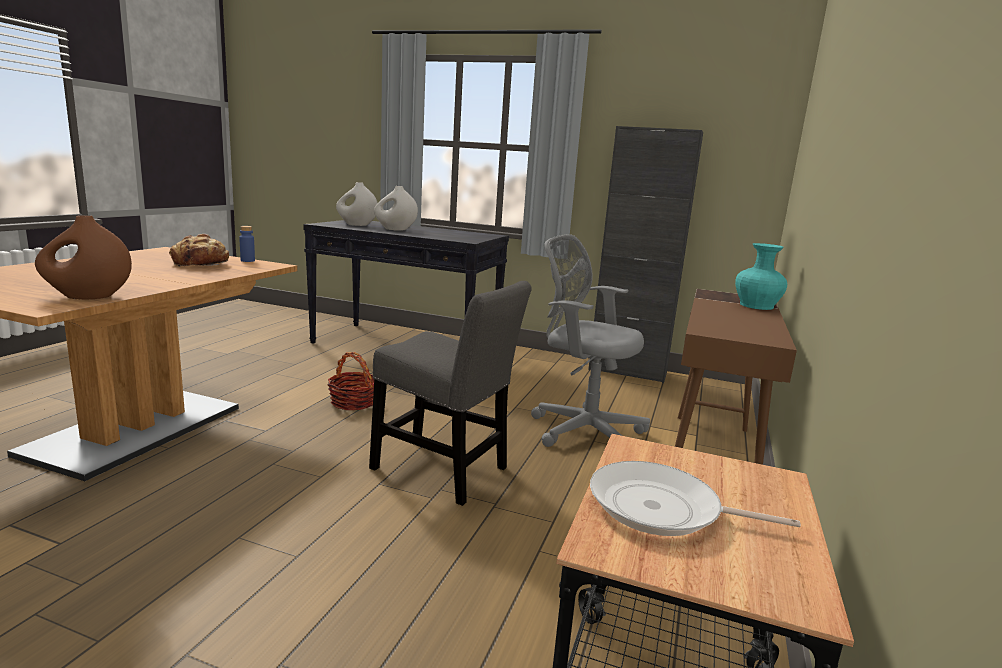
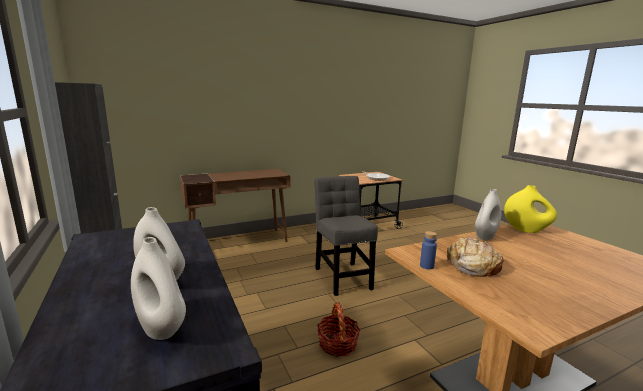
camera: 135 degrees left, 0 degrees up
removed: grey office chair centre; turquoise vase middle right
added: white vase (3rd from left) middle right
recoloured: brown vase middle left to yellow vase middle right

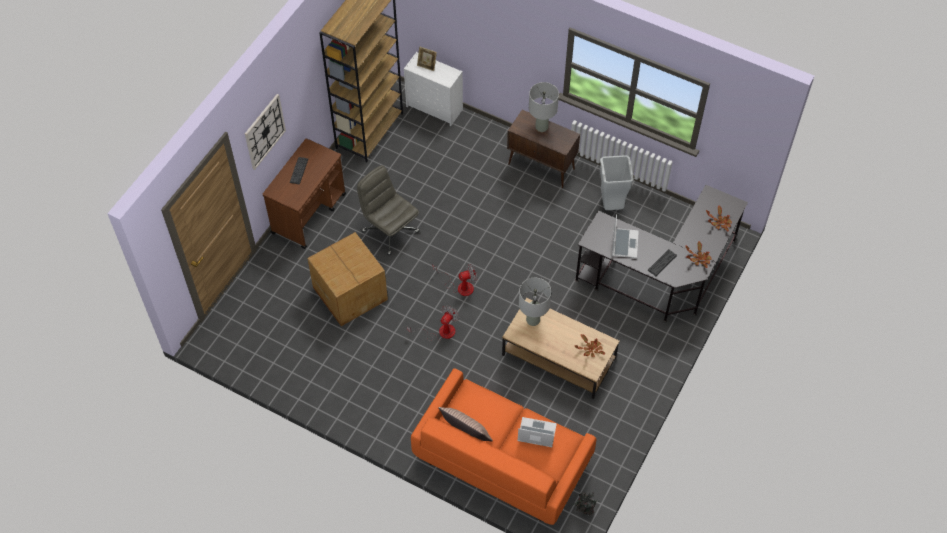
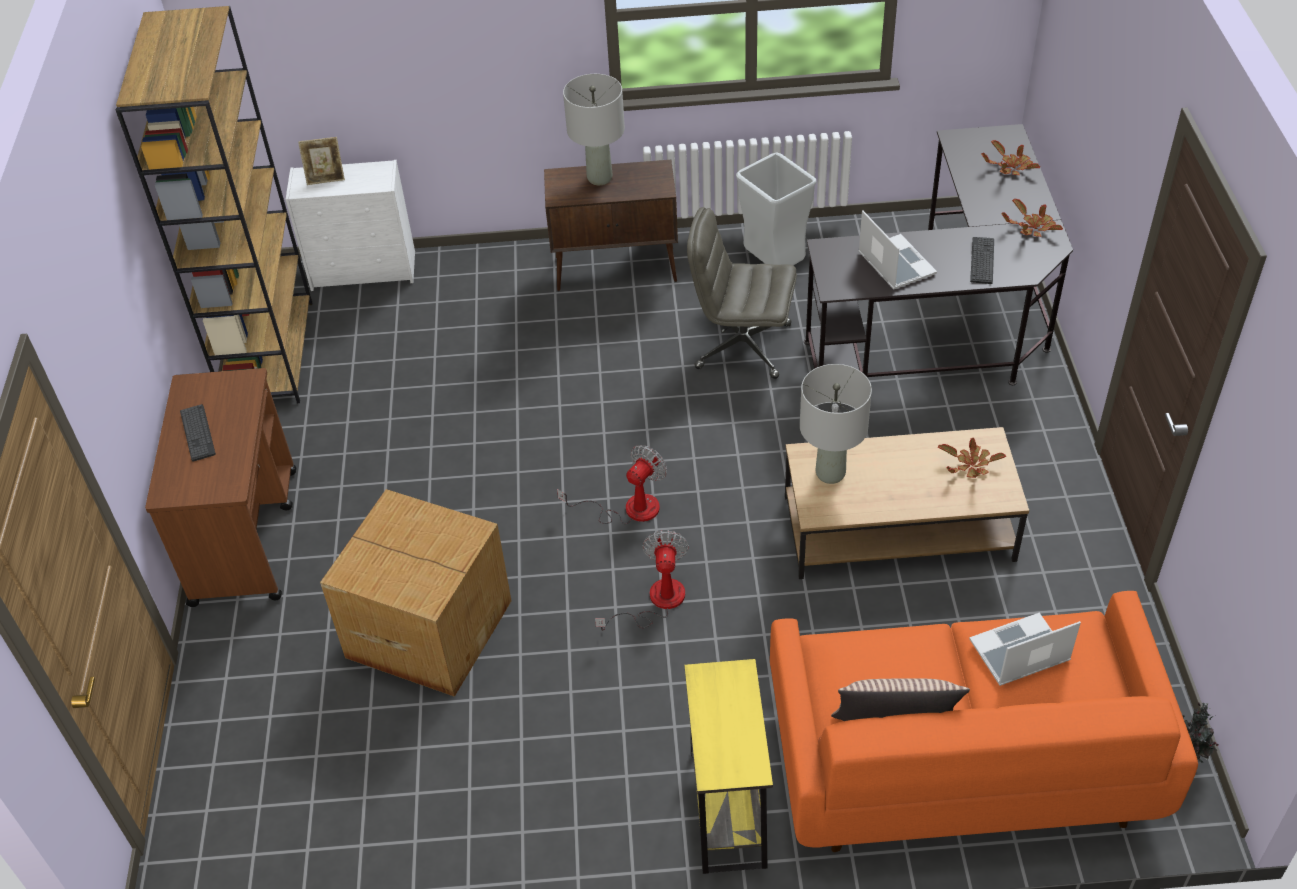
camera: 30 degrees left, 10 degrees down
removed: wall clock top left
added: yellow side table bottom centre
moved: grey office chair centre to top centre

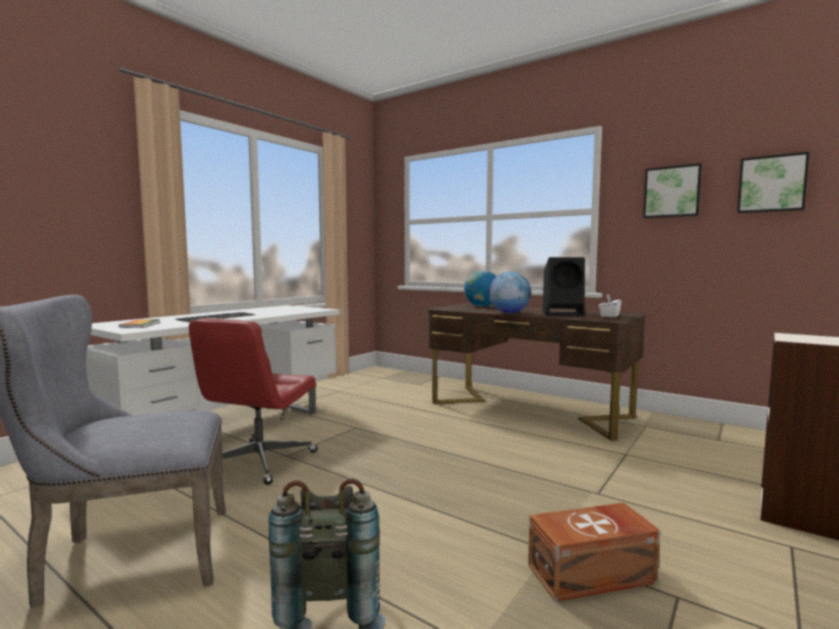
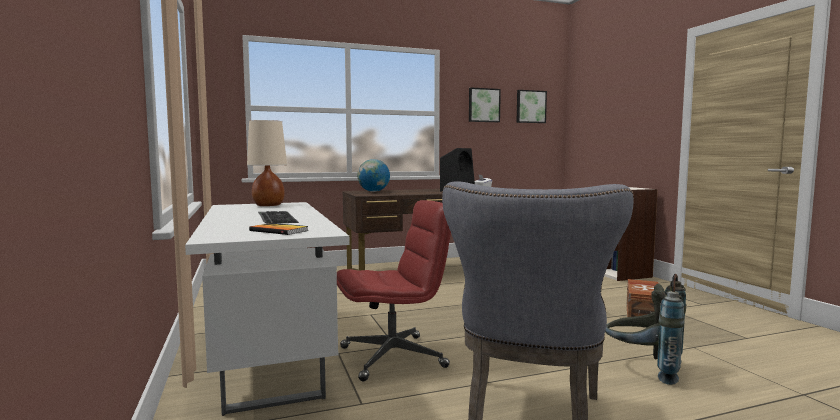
camera: 55 degrees left, 0 degrees up
removed: globe (2nd from left) centre
added: beige table lamp middle left
turned: red office chair middle left = bottom centre 75 degrees counterclockwise

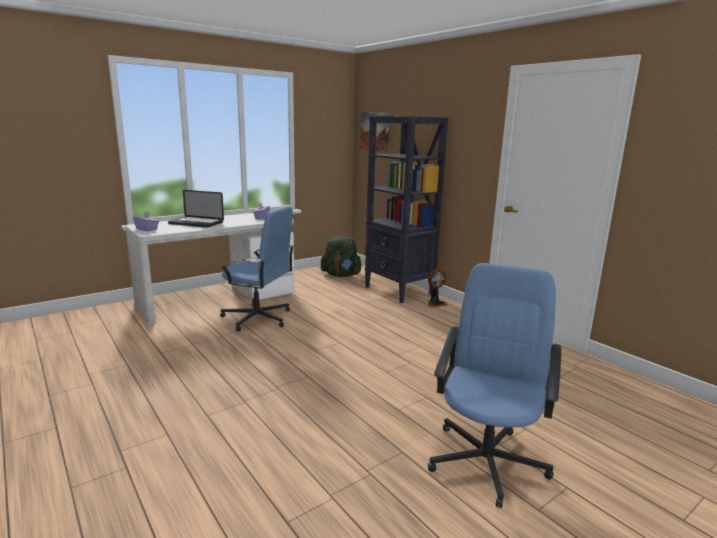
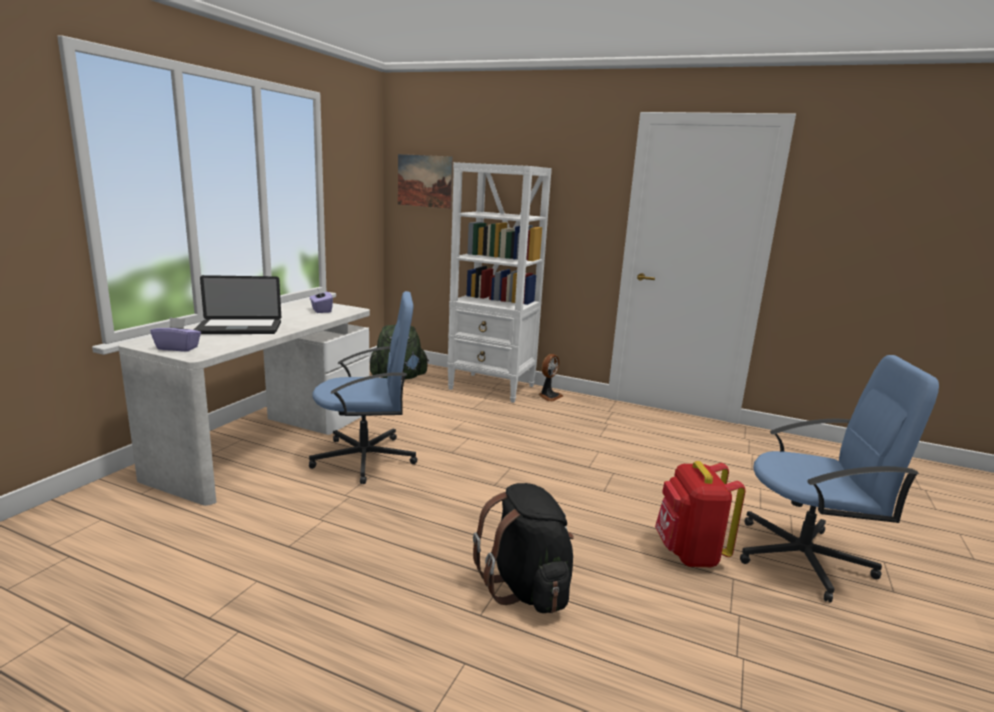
camera: 30 degrees left, 0 degrees up
added: black backpack bottom centre; red backpack bottom right
recoloured: black bookcase centre to white bookcase centre
turned: blue office chair (2nd from left) bottom right = bottom right 105 degrees clockwise

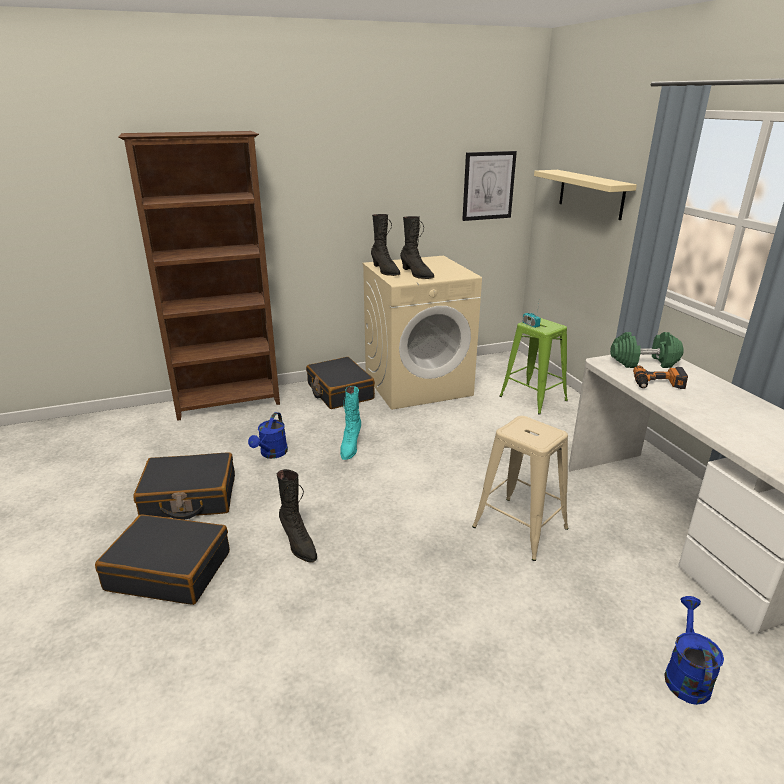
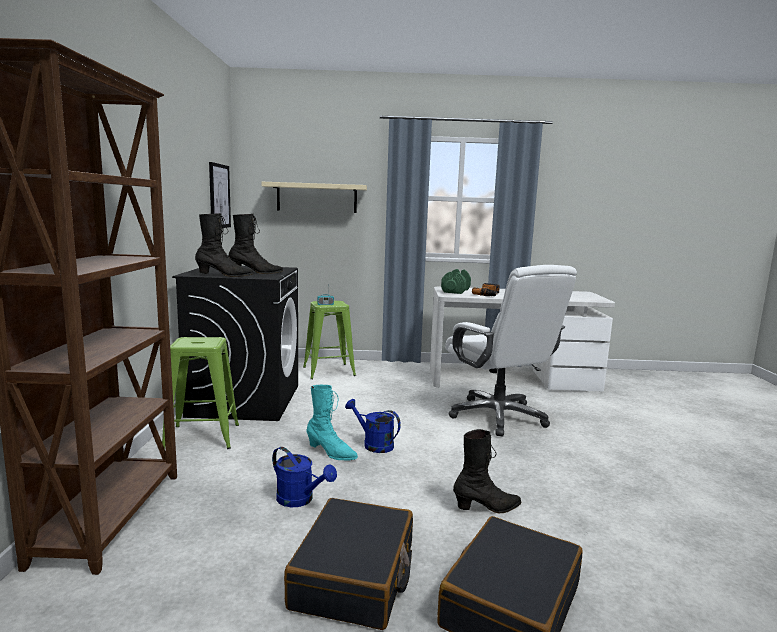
camera: 70 degrees left, 15 degrees down
moved: blue watering can (2nd from left) bottom right to bottom centre
replaced: black suitcase (3rd from left) centre to green stool (1st from left) middle left; beige stool centre to white office chair centre
recoloured: beige washing machine centre to black washing machine middle left

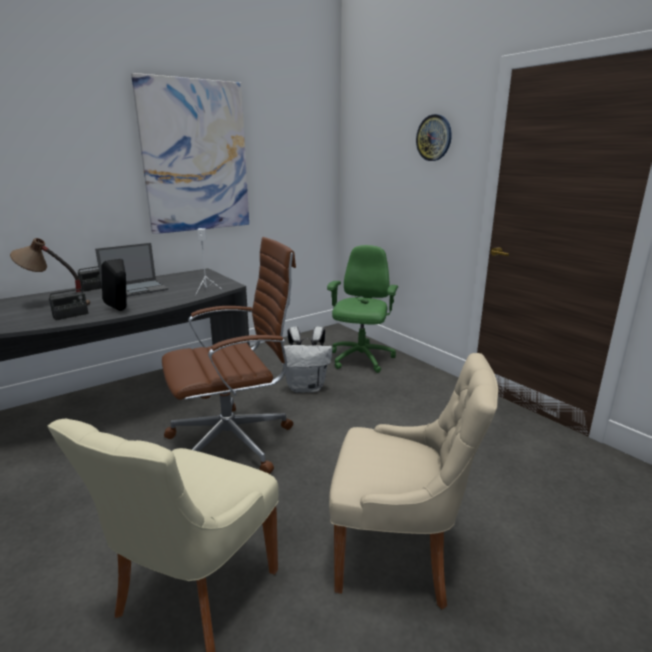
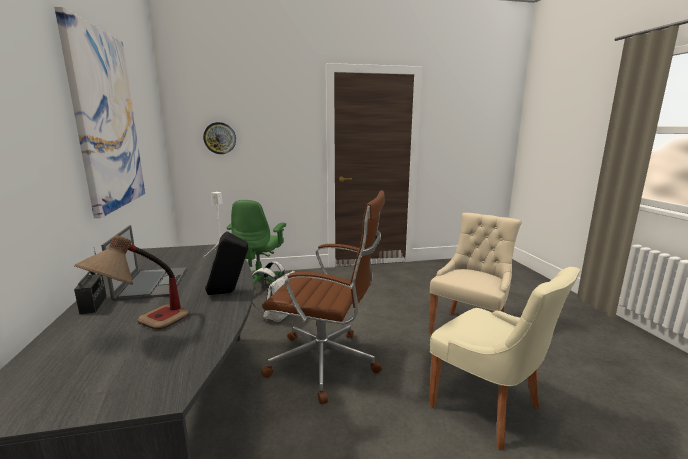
camera: 65 degrees left, 5 degrees down
removed: radio (1st from left) middle left
moved: wall clock top centre to top left
turned: green office chair centre = centre 120 degrees counterclockwise; brown office chair centre = centre 105 degrees clockwise

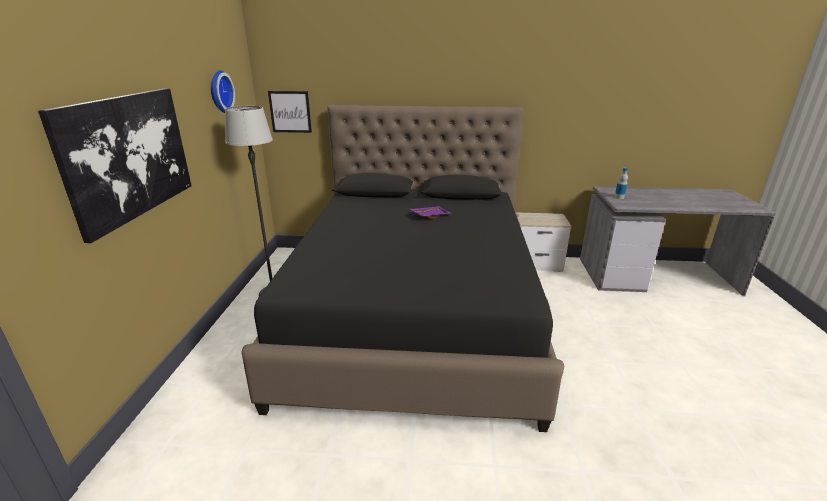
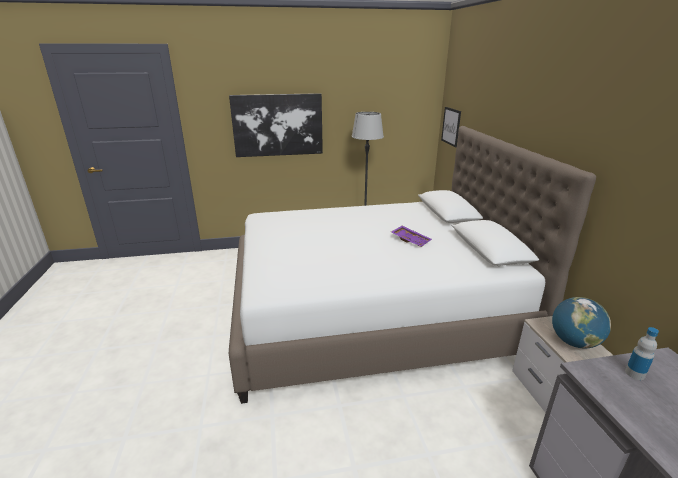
camera: 75 degrees right, 0 degrees up
removed: wall clock top left
added: globe bottom right
recoloured: black bed centre to white bed centre

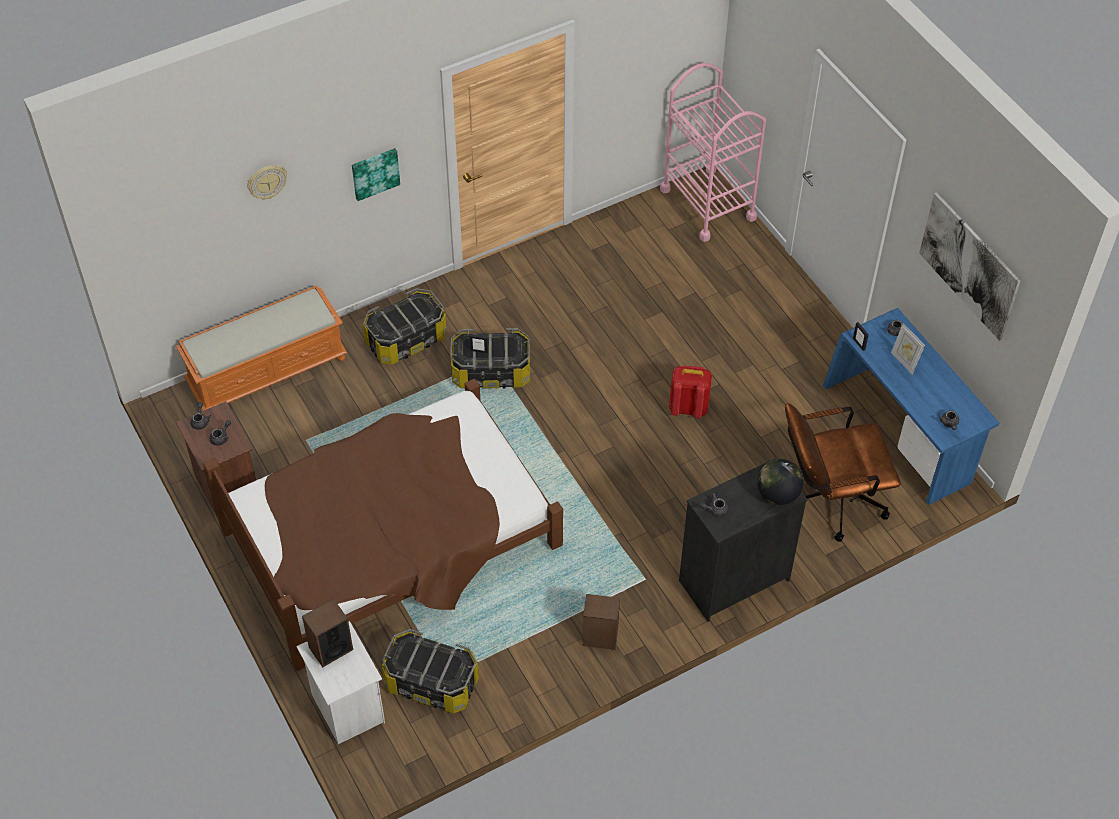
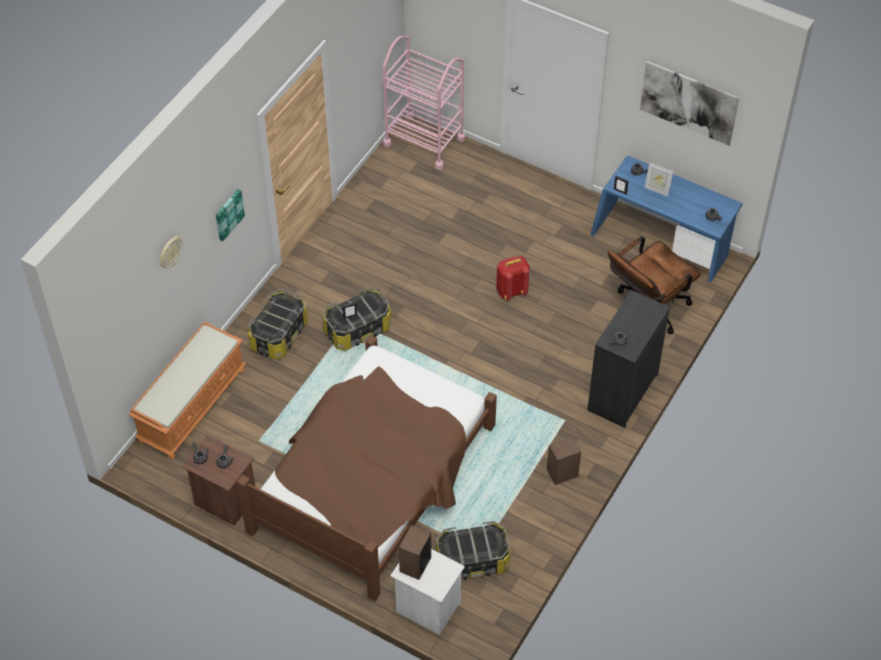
camera: 30 degrees left, 0 degrees up
removed: globe middle right

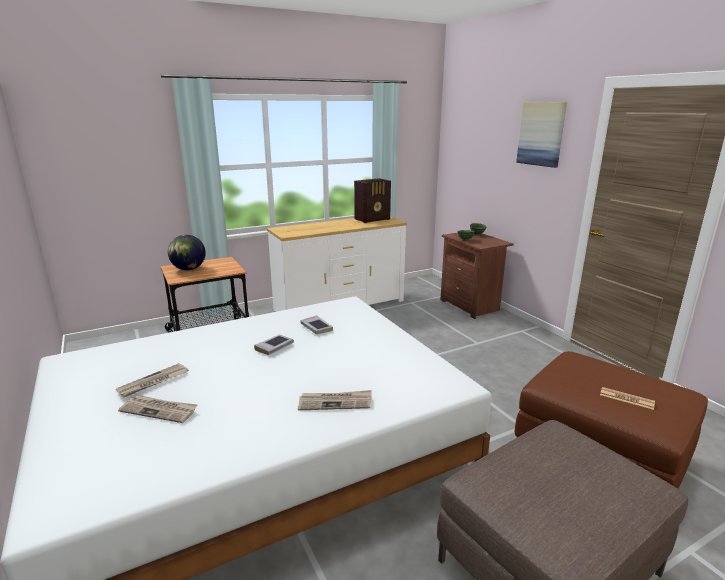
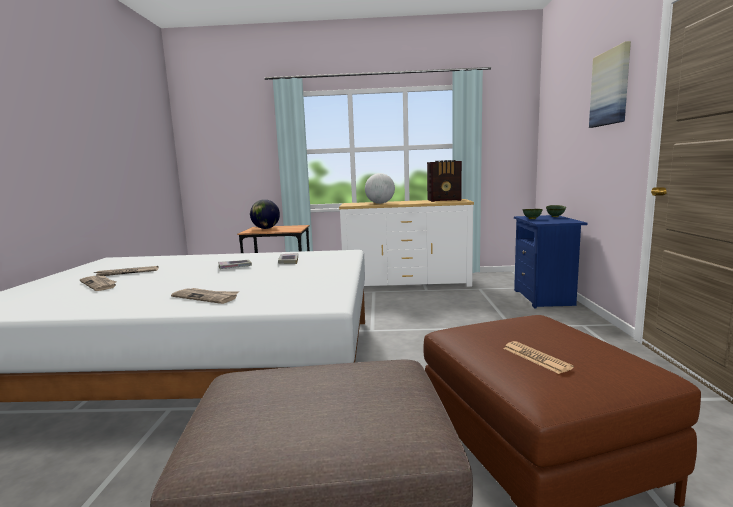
camera: 30 degrees right, 10 degrees down
added: globe (2nd from left) centre
recoloured: brown nightstand centre to blue nightstand middle right

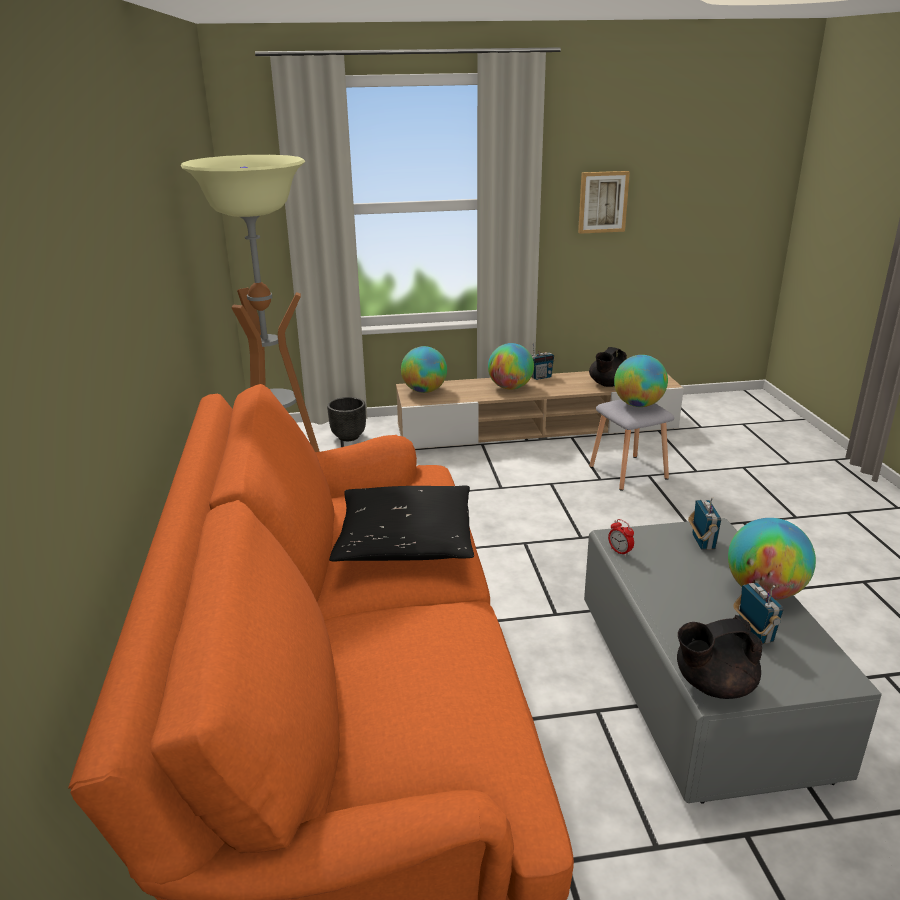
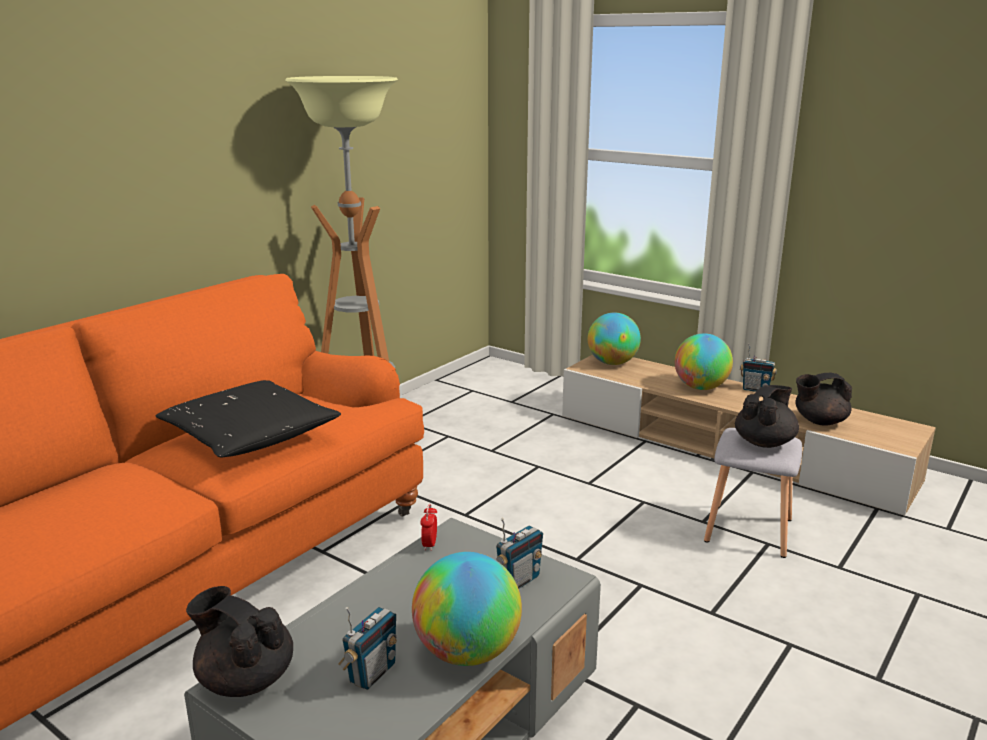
camera: 45 degrees right, 5 degrees down
removed: black planter centre; picture top right
replaced: globe (3rd from left) middle right to black teapot (2nd from left) middle right

